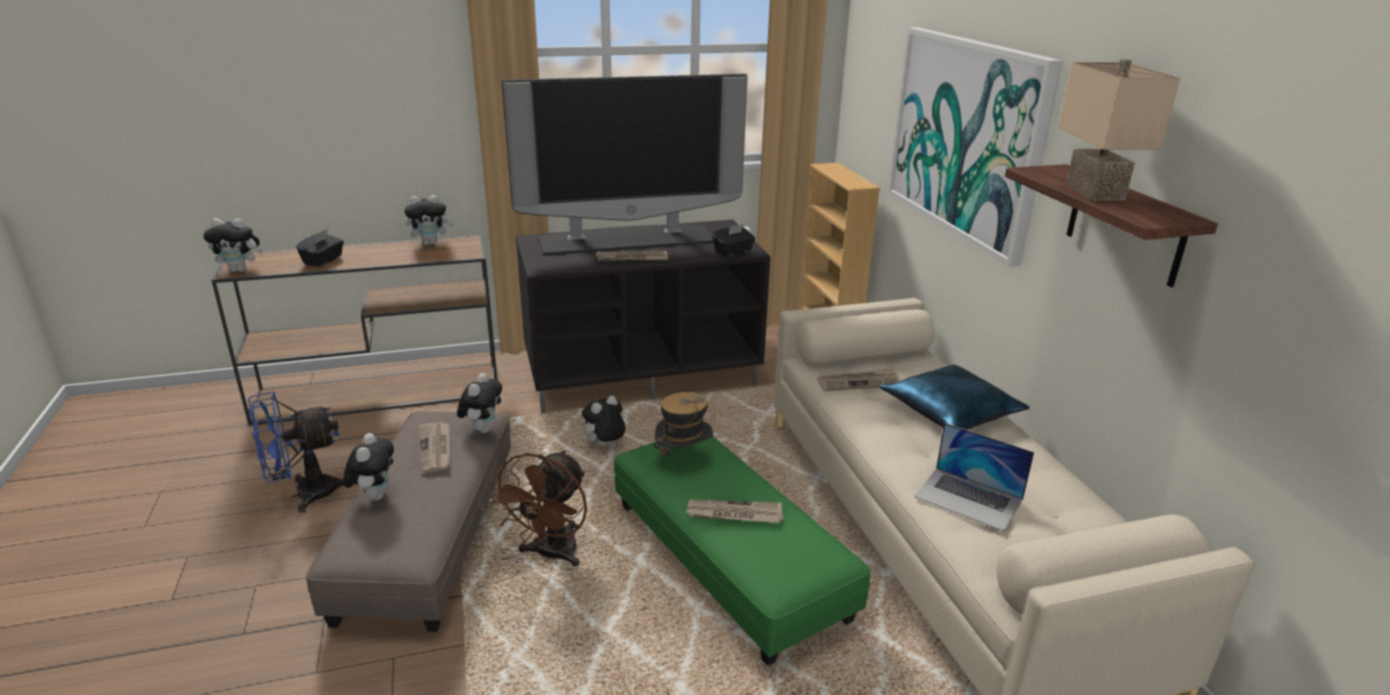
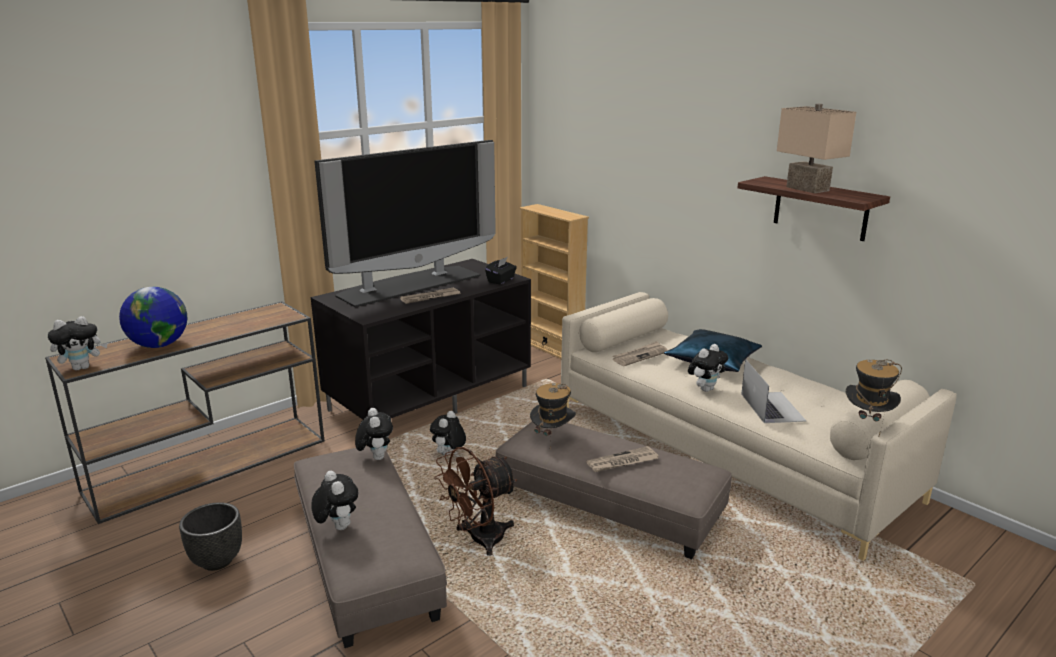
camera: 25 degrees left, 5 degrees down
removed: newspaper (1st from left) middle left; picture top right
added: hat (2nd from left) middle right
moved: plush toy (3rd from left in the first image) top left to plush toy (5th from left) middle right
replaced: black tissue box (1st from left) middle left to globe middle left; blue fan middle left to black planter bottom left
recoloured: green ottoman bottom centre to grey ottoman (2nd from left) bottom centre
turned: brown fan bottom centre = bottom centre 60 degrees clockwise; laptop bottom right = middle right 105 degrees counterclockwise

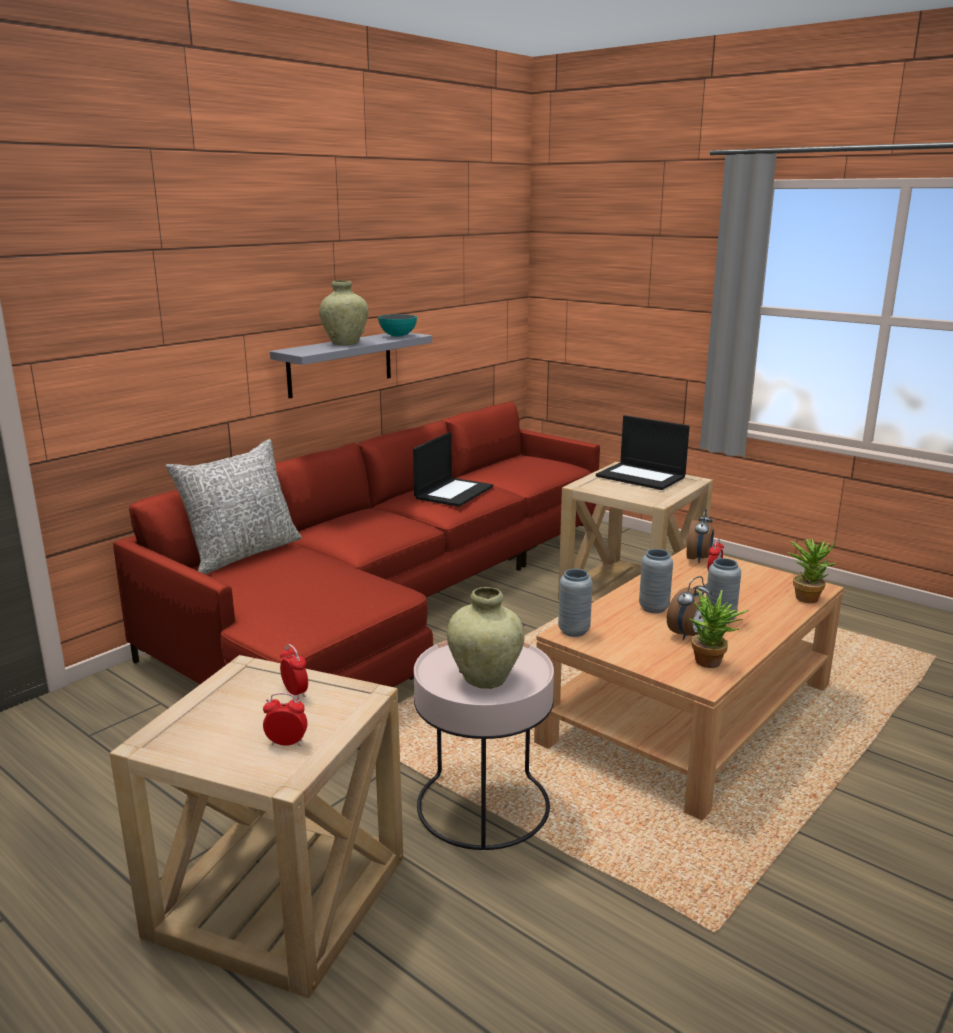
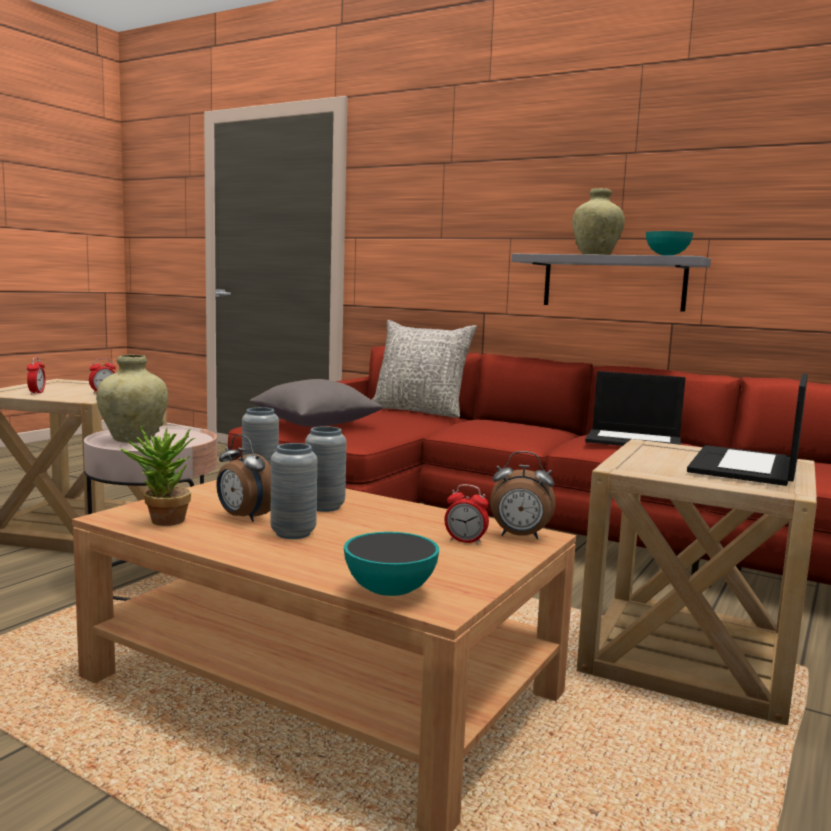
camera: 80 degrees right, 10 degrees down
added: grey pillow (1st from left) centre
replaced: potted plant (2nd from left) middle right to bowl (1st from left) bottom centre

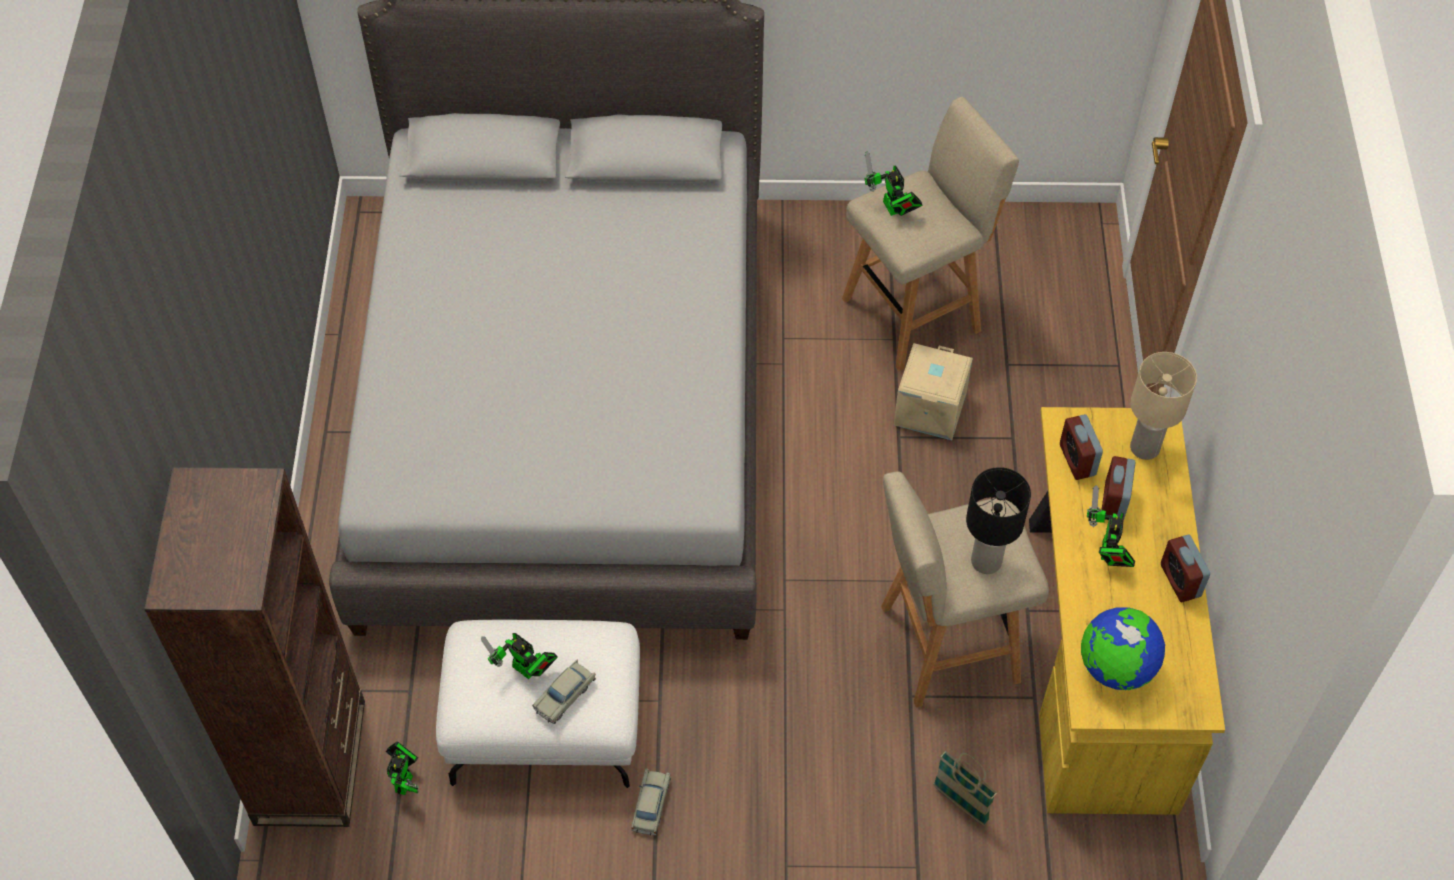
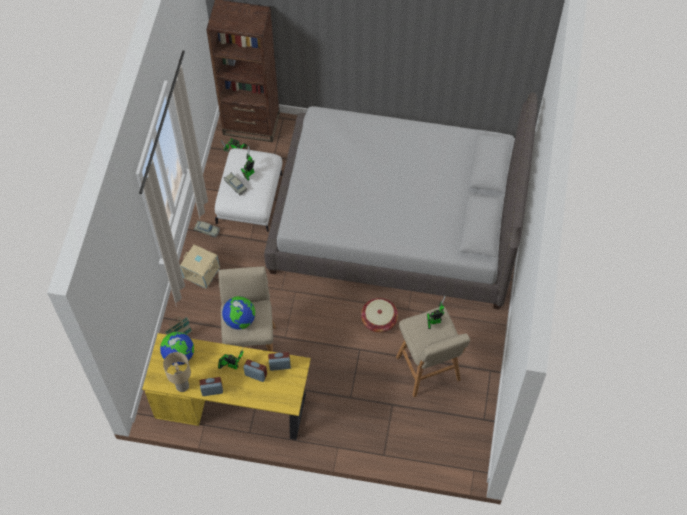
camera: 100 degrees right, 5 degrees up
added: basket (2nd from left) centre
moved: beige table lamp middle right to bottom left; beige storage box centre to middle left
replaced: black table lamp middle right to globe (2nd from left) centre

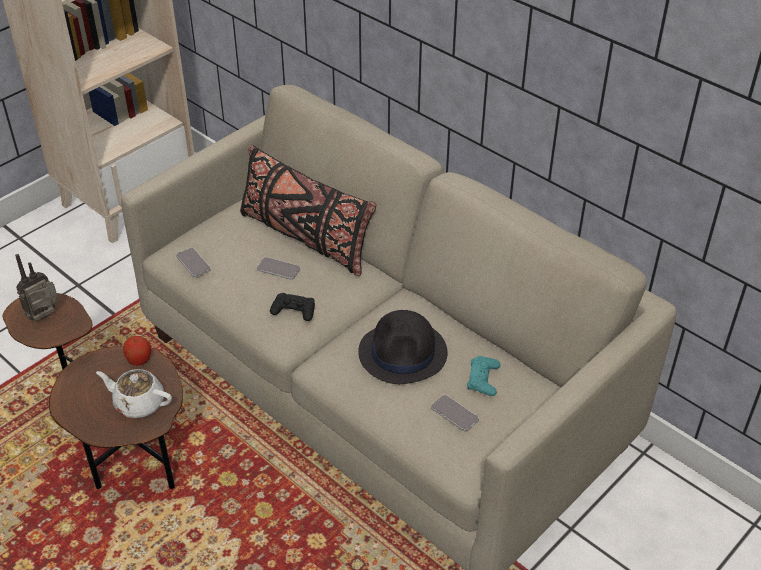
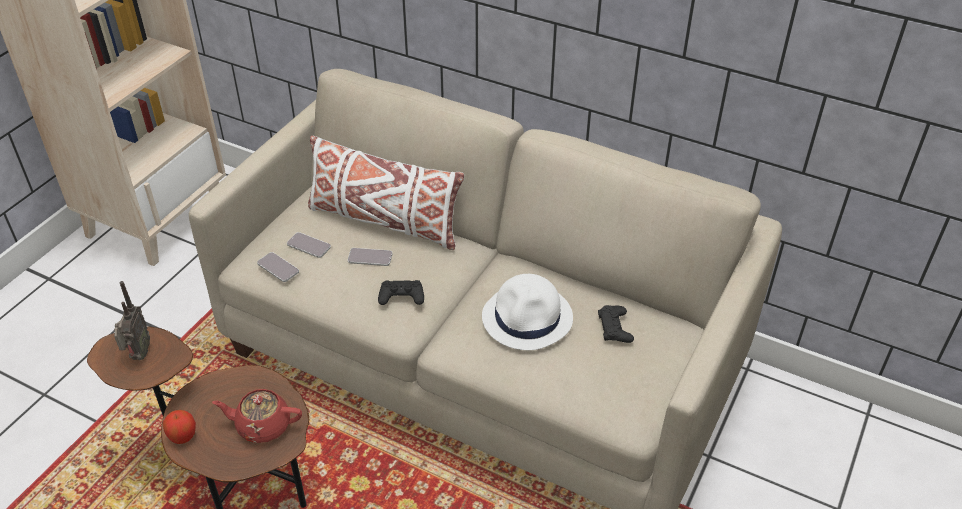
camera: 15 degrees left, 0 degrees up
moved: apple middle left to bottom left; phone (3rd from left in the first image) bottom centre to phone (2nd from left) middle left
recoloured: white teapot bottom left to red teapot bottom left; black pillow centre to white pillow centre; black hat centre to white hat centre; turquoise game controller centre to black game controller (2nd from left) centre
turned: radio middle left = middle left 150 degrees clockwise

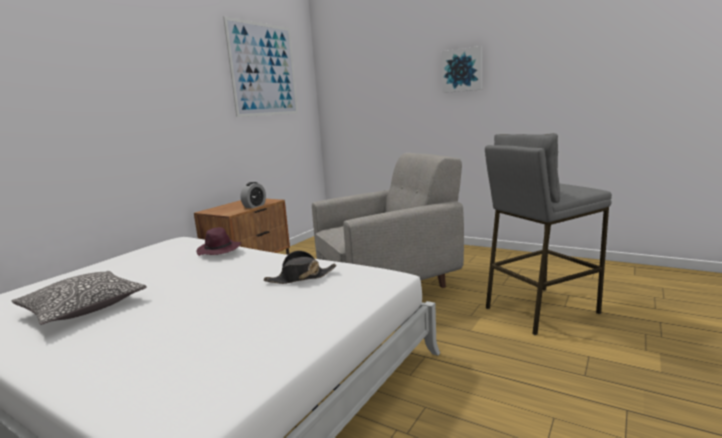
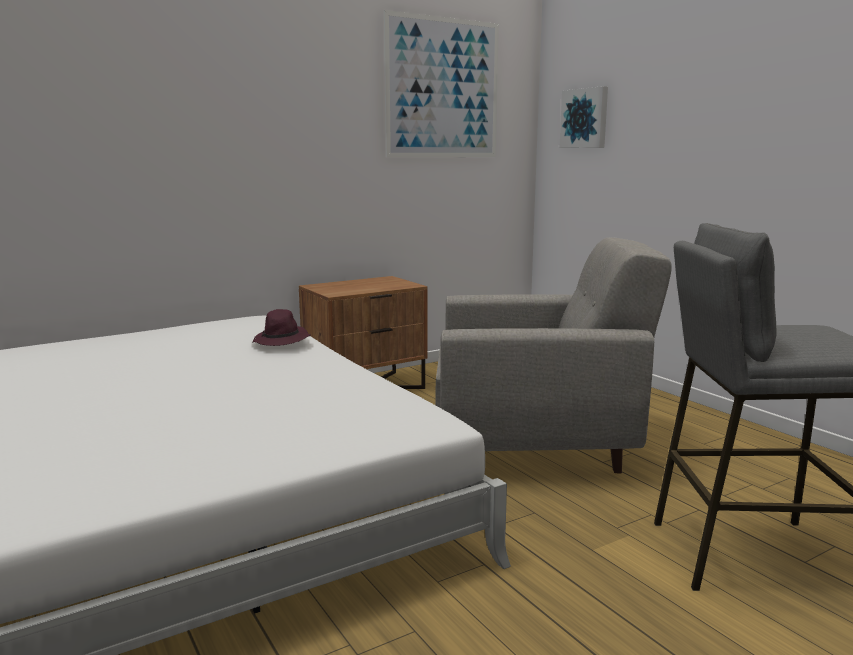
camera: 25 degrees right, 0 degrees up
removed: pillow bottom left; alarm clock centre; black hat centre
moved: picture (2nd from left) top centre to top right

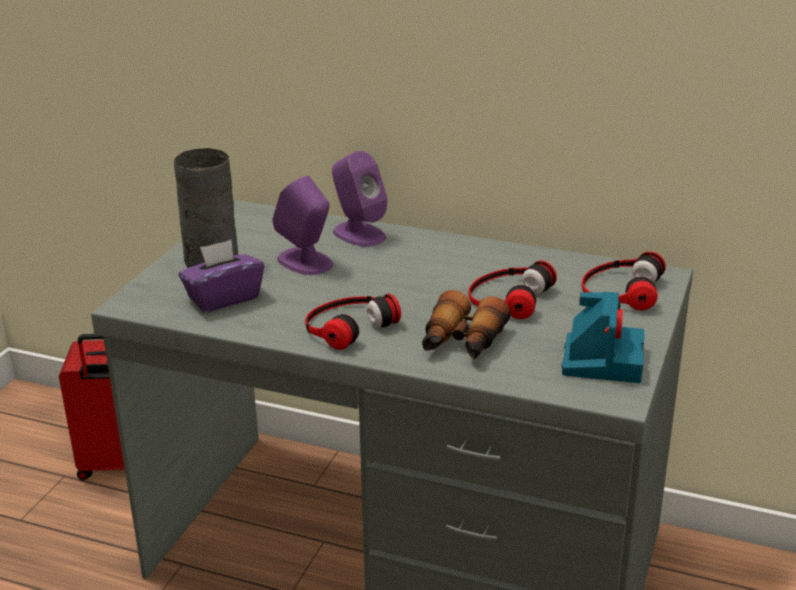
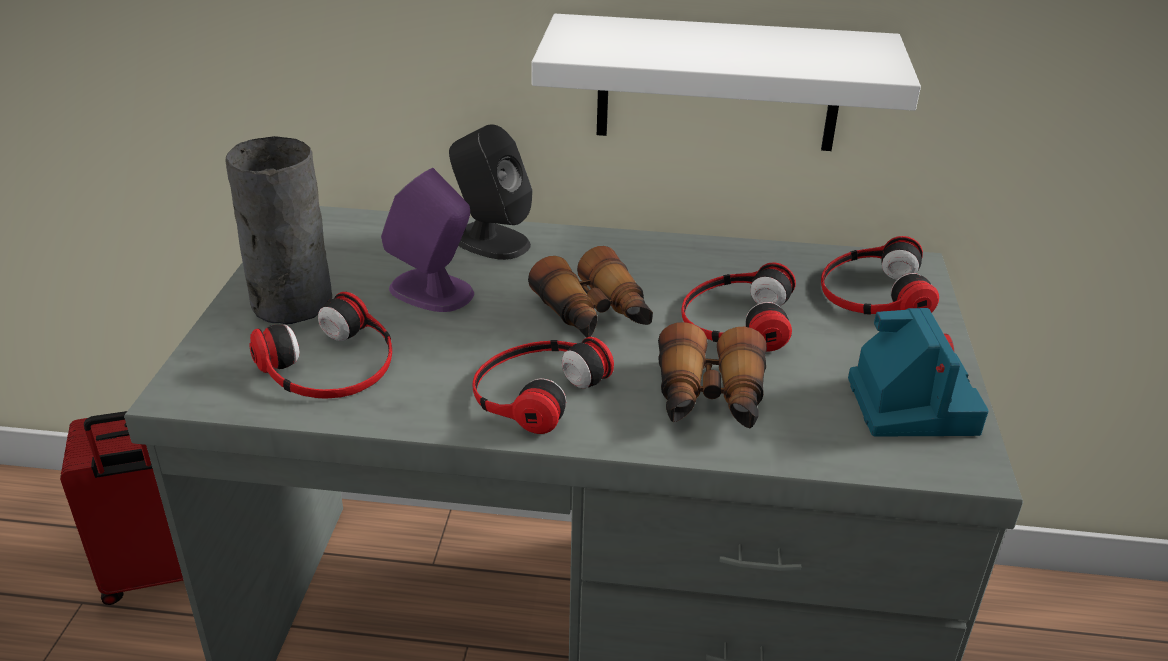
camera: 15 degrees left, 5 degrees up
added: binoculars (1st from left) centre; white shelf top centre
replaced: purple tissue box middle left to headphones (1st from left) middle left
recoloured: purple speaker (2nd from left) centre to black speaker top centre

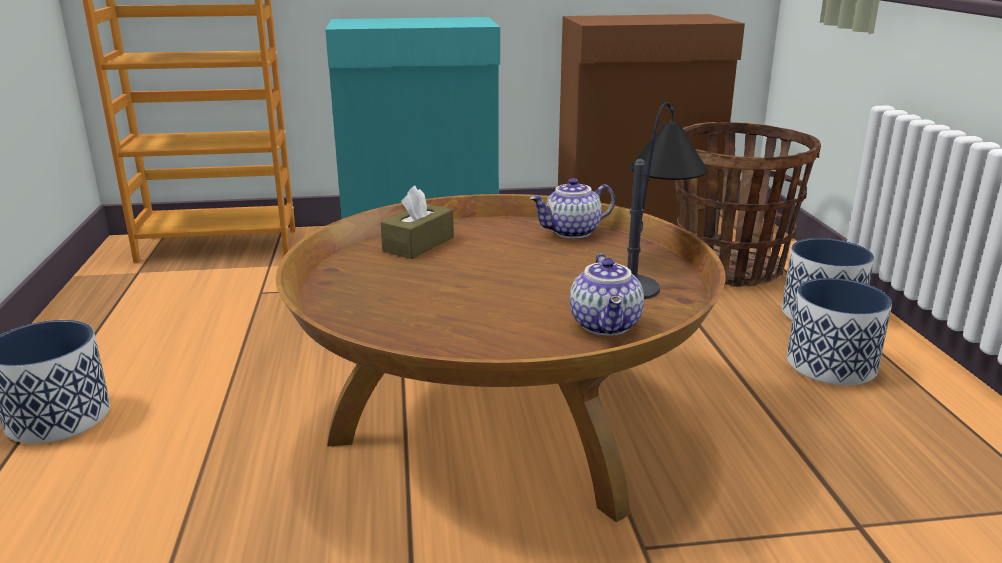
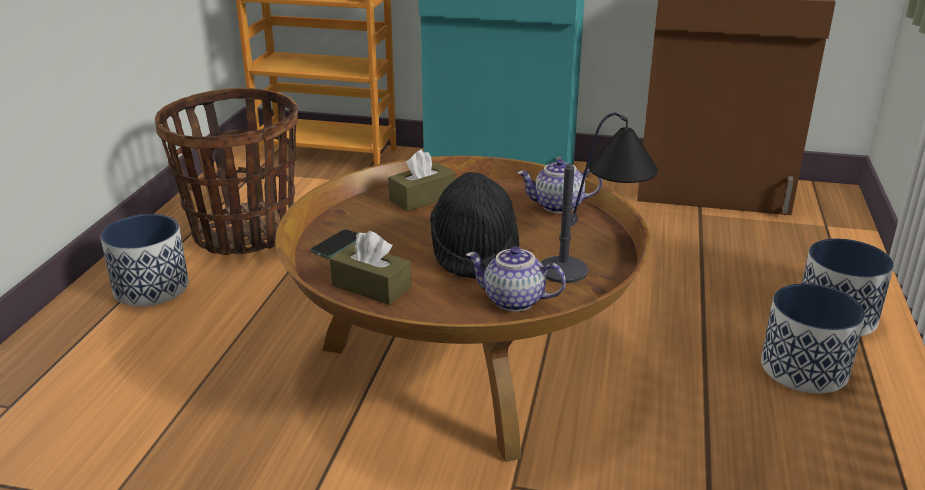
camera: 20 degrees right, 5 degrees up
added: phone centre; brown tissue box (1st from left) centre; black hat centre
moved: basket middle right to middle left
turned: teapot (2nd from left in the first image) centre = centre 90 degrees clockwise

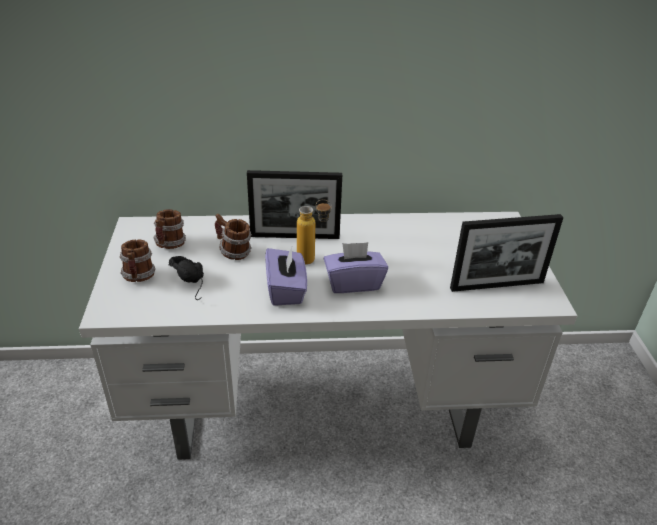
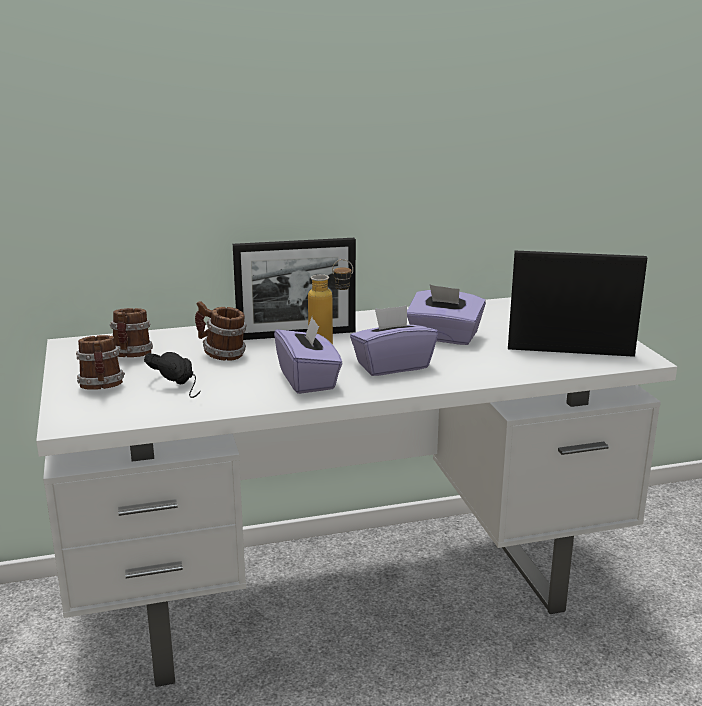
camera: 10 degrees left, 15 degrees down
added: purple tissue box (3rd from left) centre
turned: picture frame (2nd from left) middle right = middle right 150 degrees counterclockwise

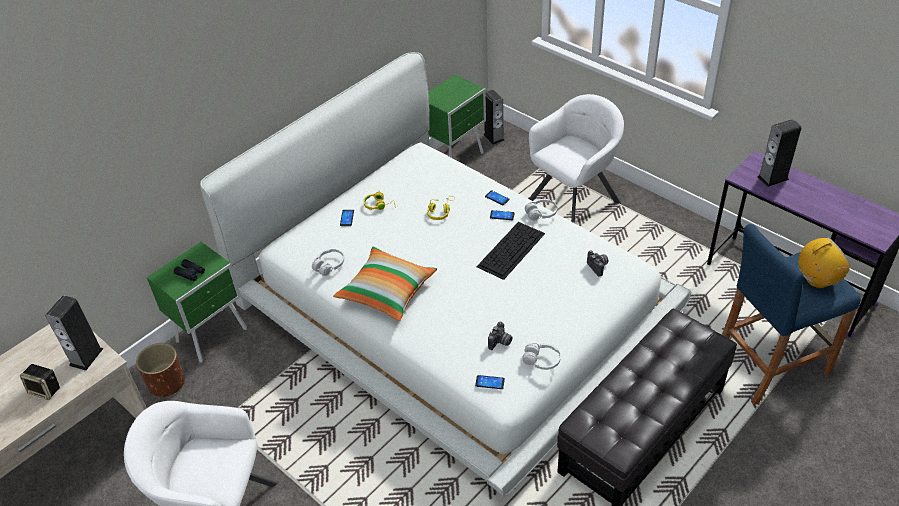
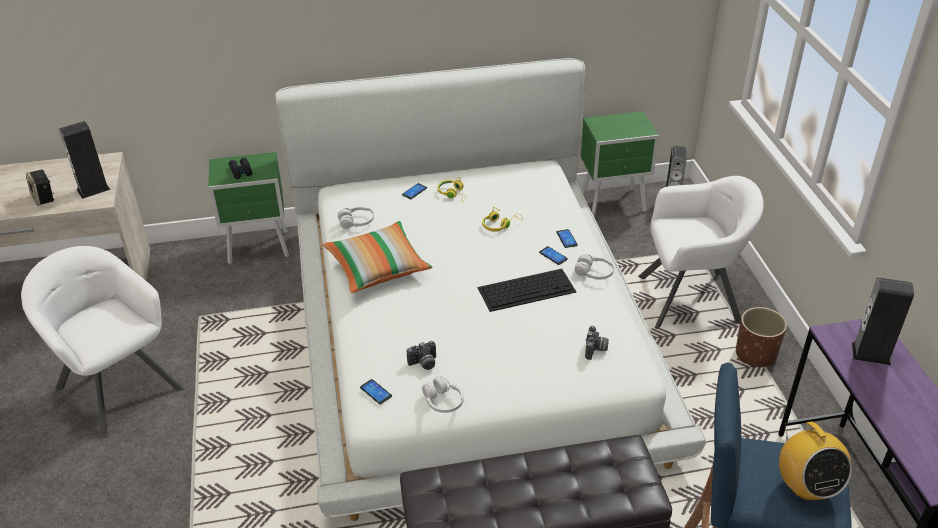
camera: 35 degrees right, 5 degrees down
moved: brown planter bottom left to middle right
turned: radio middle right = bottom right 60 degrees clockwise

